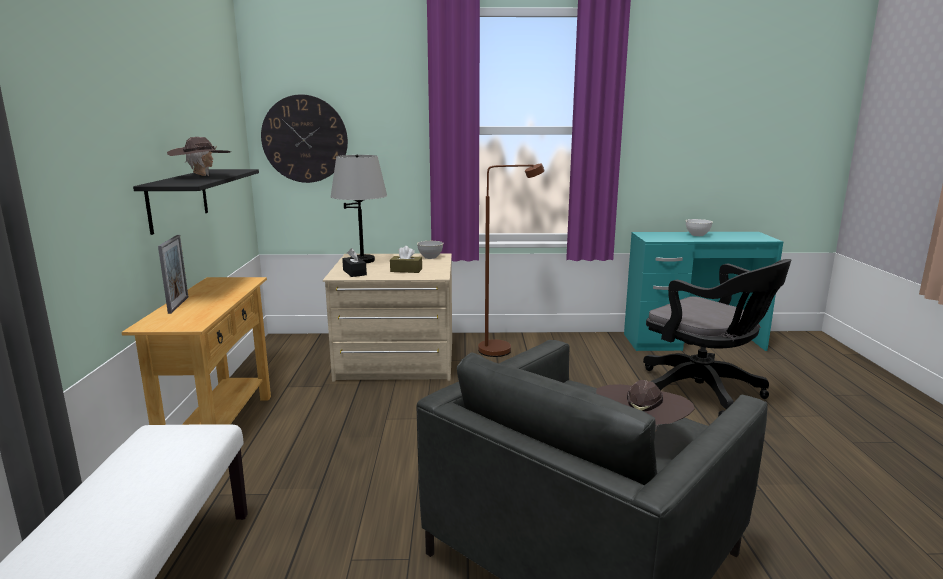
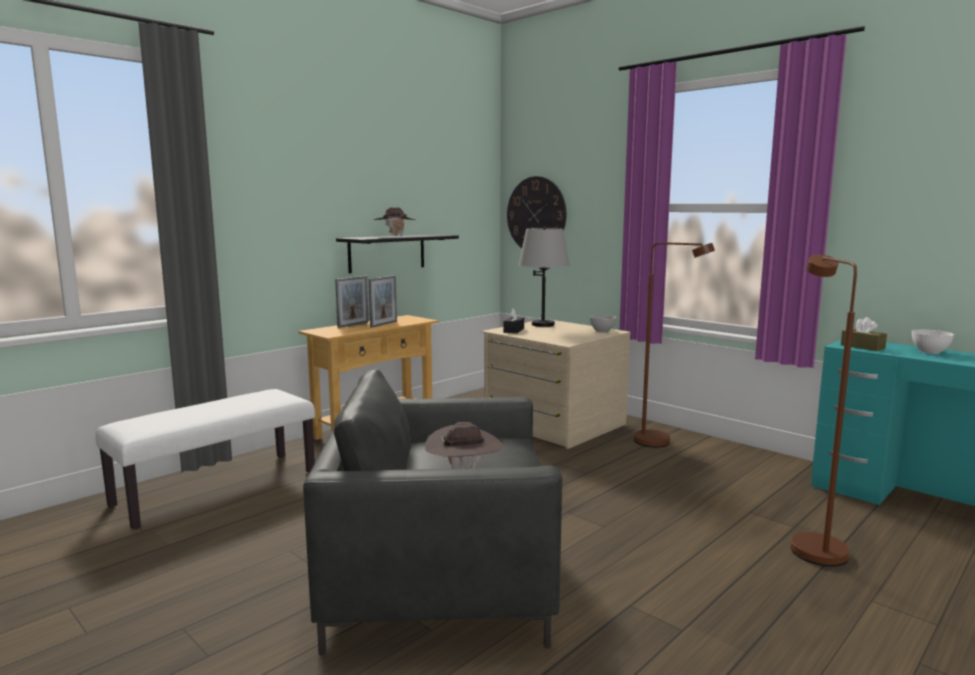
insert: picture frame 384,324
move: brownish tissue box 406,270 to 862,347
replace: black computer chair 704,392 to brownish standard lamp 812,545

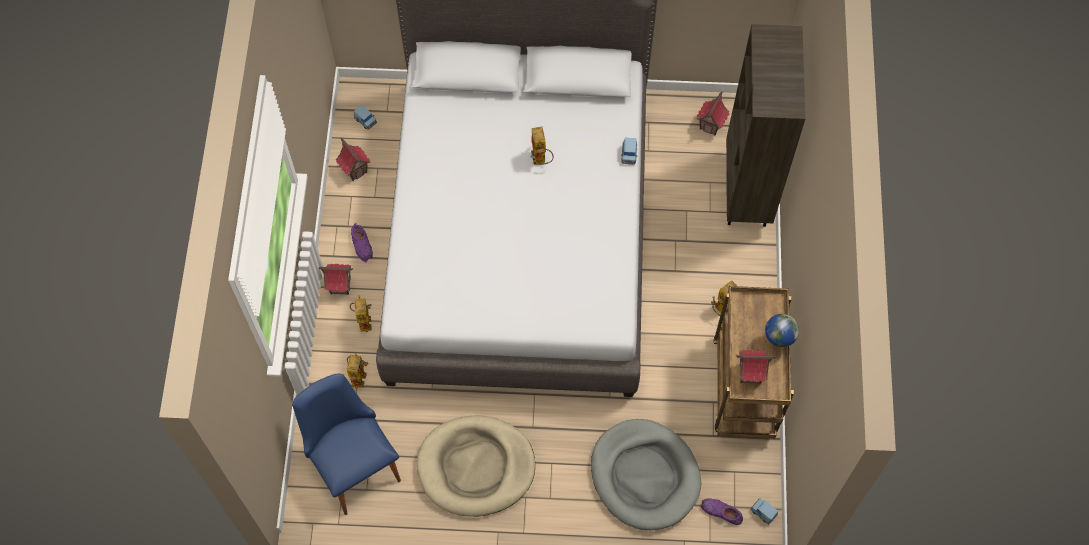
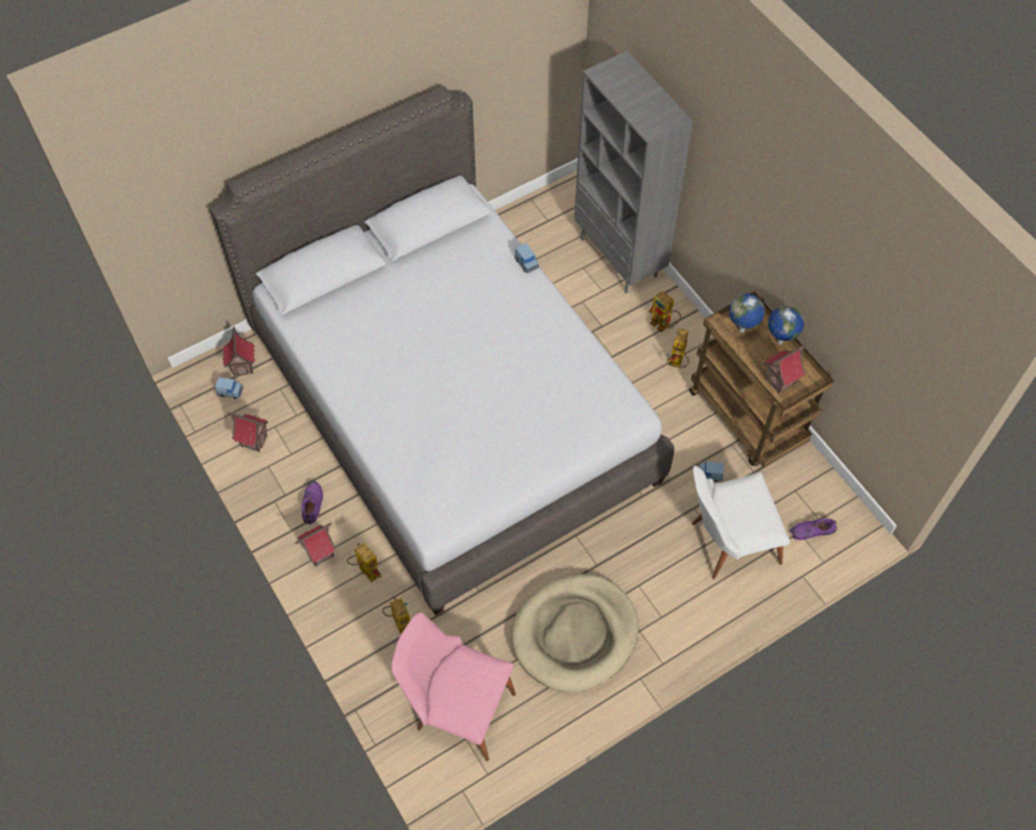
insert: globe 742,330
move: model robot 540,160 to 663,325; miniature house 711,126 to 243,366; blue miniature car 763,512 to 709,474
replace: greyish dog bed 645,476 to white upright chair 726,543
recolor: blue upright chair 353,462 to pink upright chair 457,707; brownish shelving unit 747,192 to greyish shelving unit 620,257
rotate: purple item of footwear 362,245 = 312,503 120 degrees counterclockwise

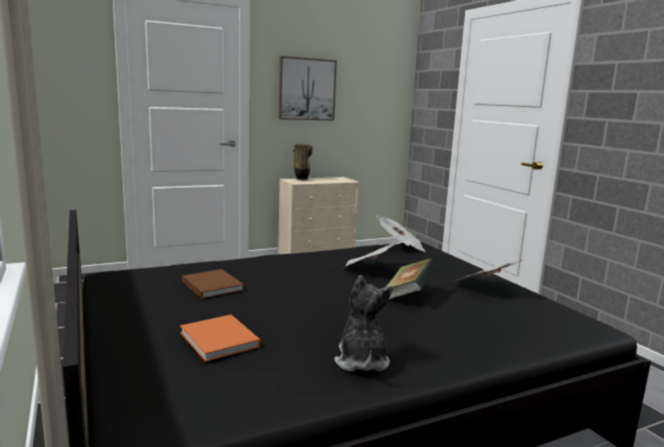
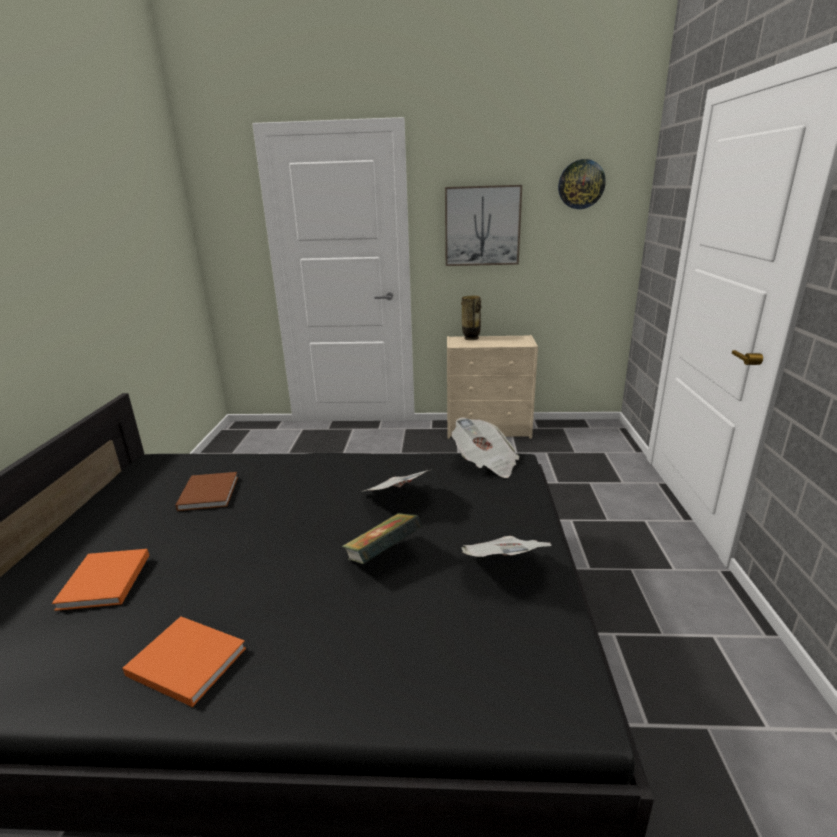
insert: clock on the wall 581,184
replace: plush toy 361,361 to orange-coloured book 184,660

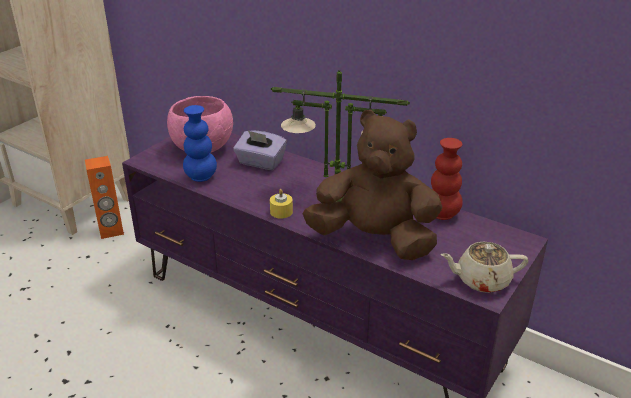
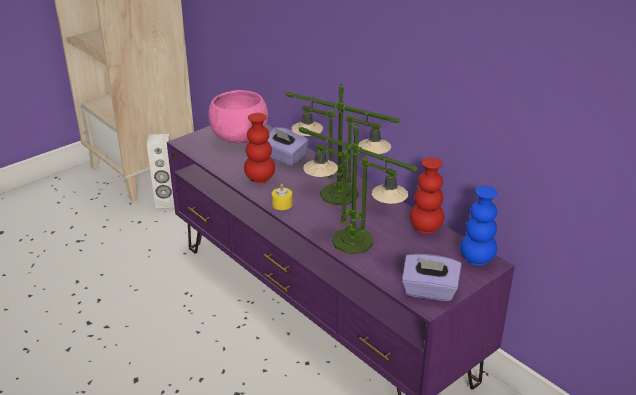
insert: red-coloured flower vase 260,179
move: blue flower vase 201,177 to 476,259
replace: brownish plush toy 374,240 to tabletop lamp 351,241; beige tea pot 481,280 to purple tissue box 429,291
recolor: orange-coloured audio speaker 111,231 to white audio speaker 166,202

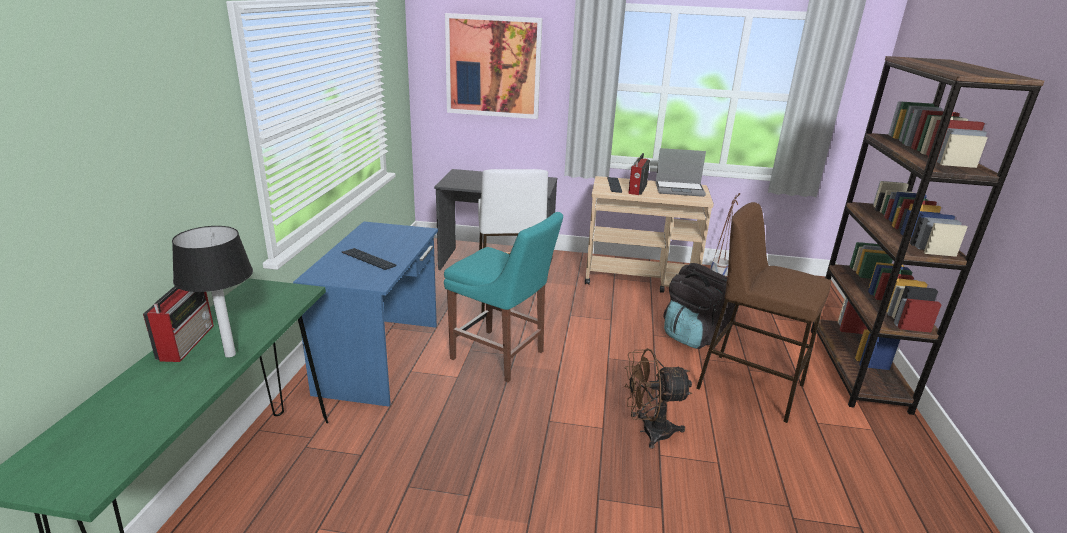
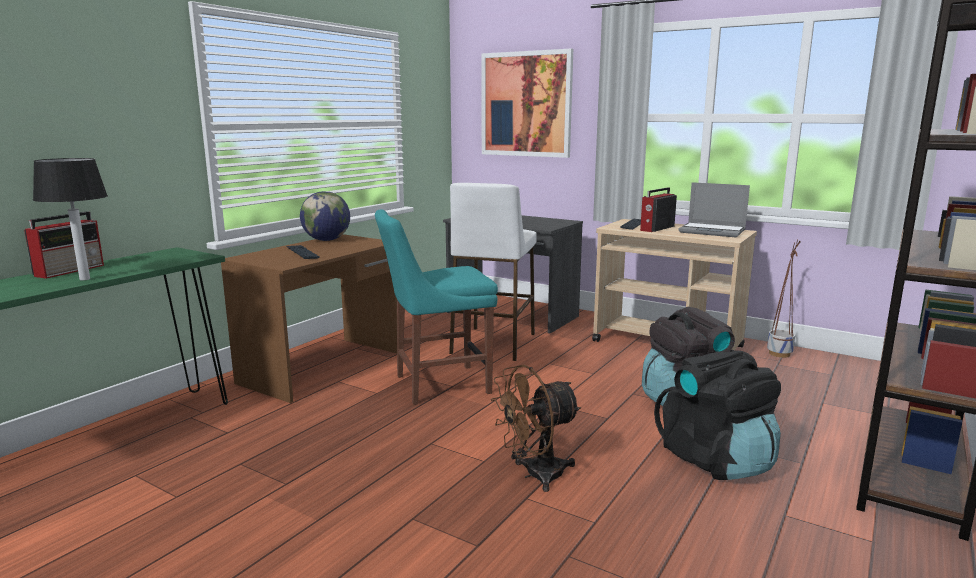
insert: globe 326,240
replace: brownish sitting stool 749,386 to black knapsack 716,460
recolor: blue desk 381,357 to brownish desk 323,367
rotate: turquoise-coloured upright chair 501,357 = 437,384 105 degrees clockwise; brownish fan 649,431 = 535,475 45 degrees counterclockwise

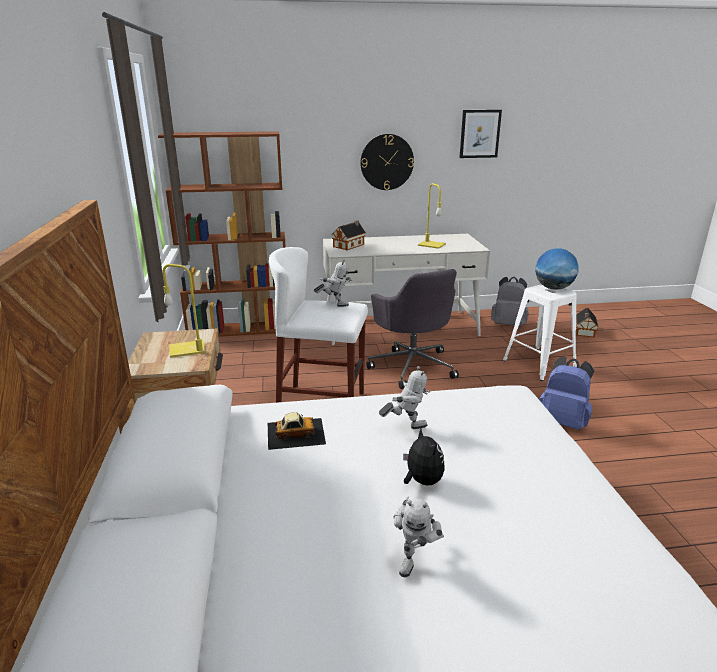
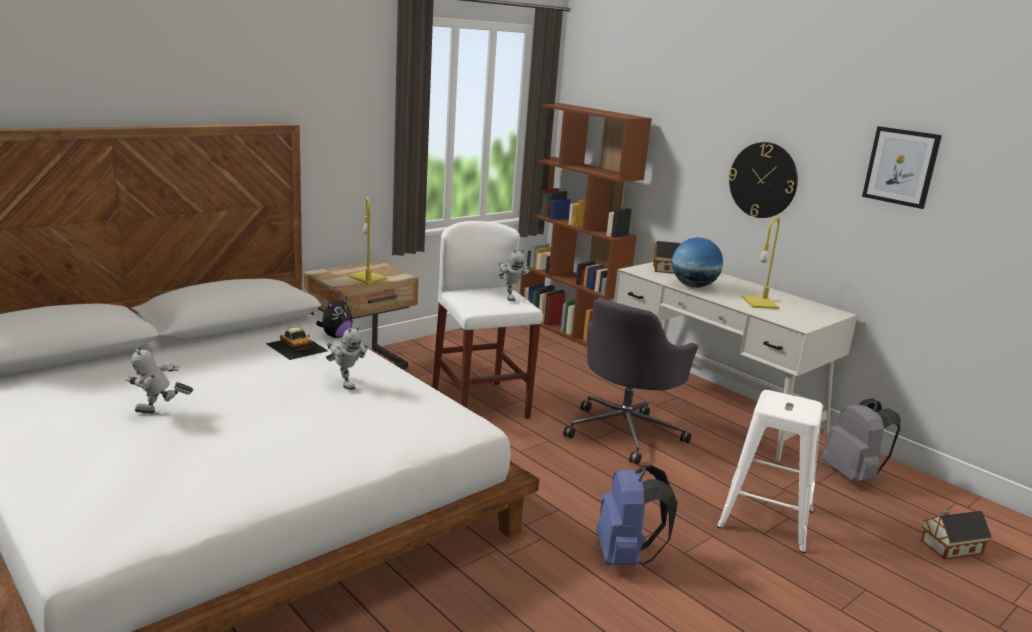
move: plush toy 422,481 to 335,336; globe 553,288 to 693,286

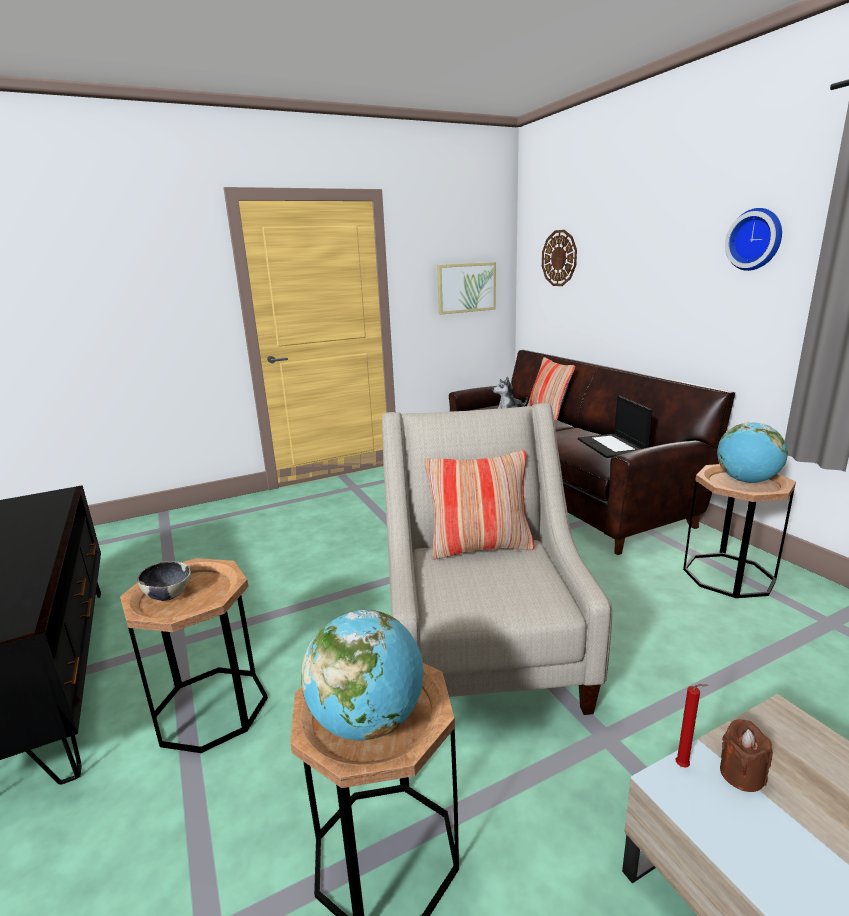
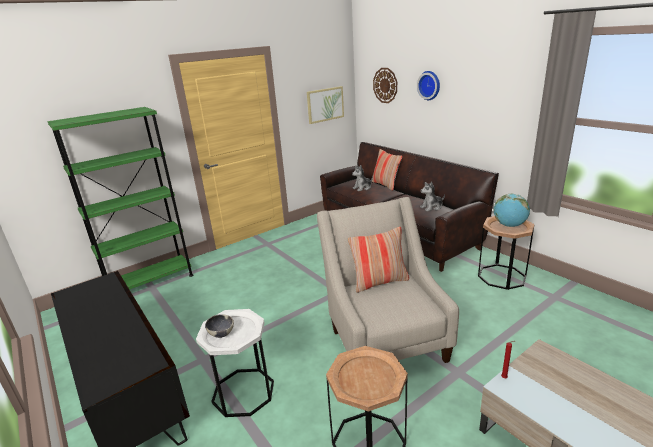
delete: globe 368,720; brownish wax light 741,774
insert: greenish shelving unit 150,283
move: clock on the wall 756,239 to 430,85
replace: laptop 612,446 to plush toy 431,207
recolor: brownish side table 210,707 to white side table 243,392

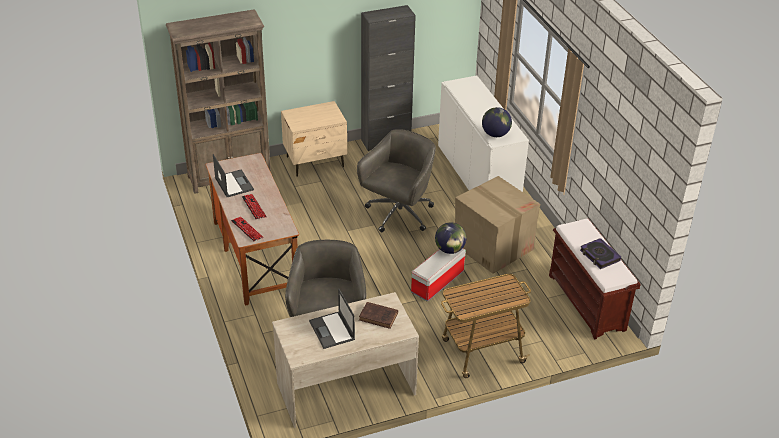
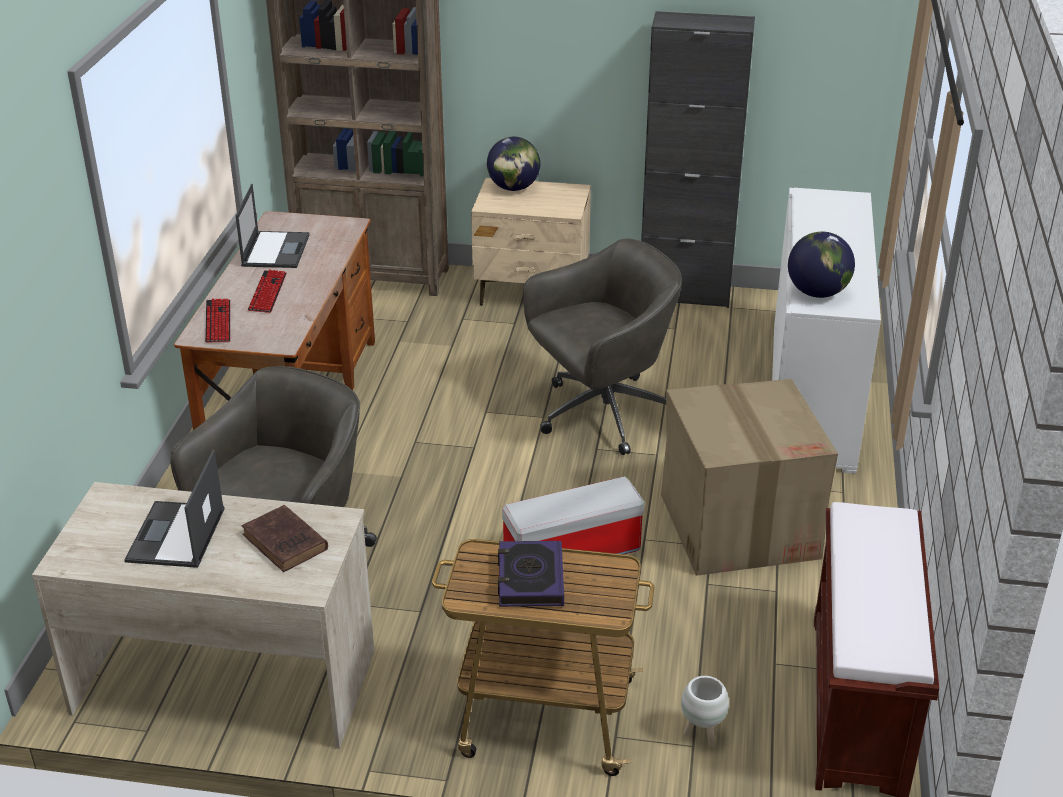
insert: white plant pot 702,734
move: globe 450,250 to 513,188; book 599,256 to 530,579

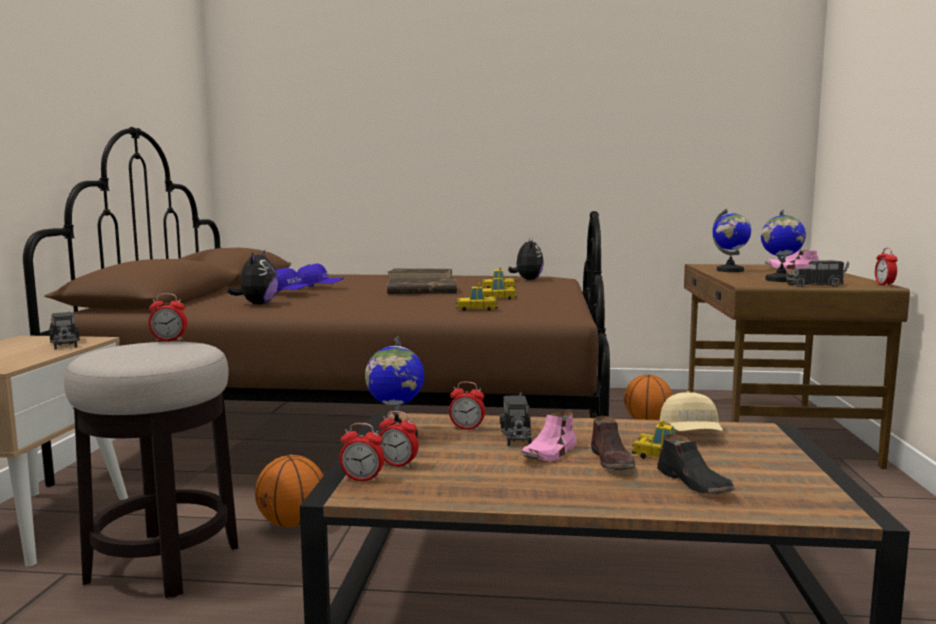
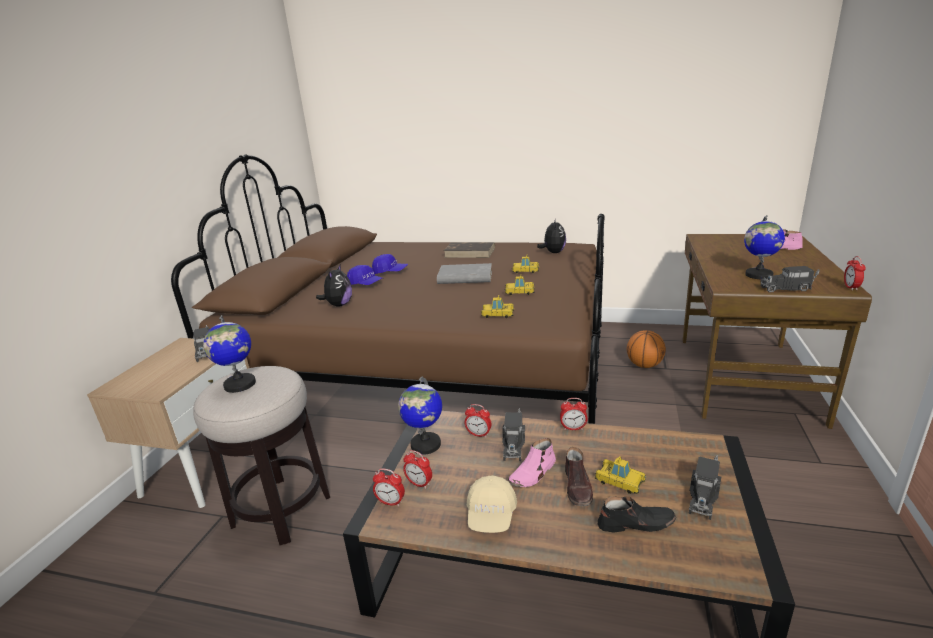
delete: basketball 292,523
insert: model truck 703,496
move: bedside clock 169,340 to 573,428; beige cap 691,432 to 491,516; globe 730,271 to 239,384
recolor: brownish book 421,291 to greyish book 464,277
rotate: black item of footwear 695,483 = 635,523 75 degrees counterclockwise

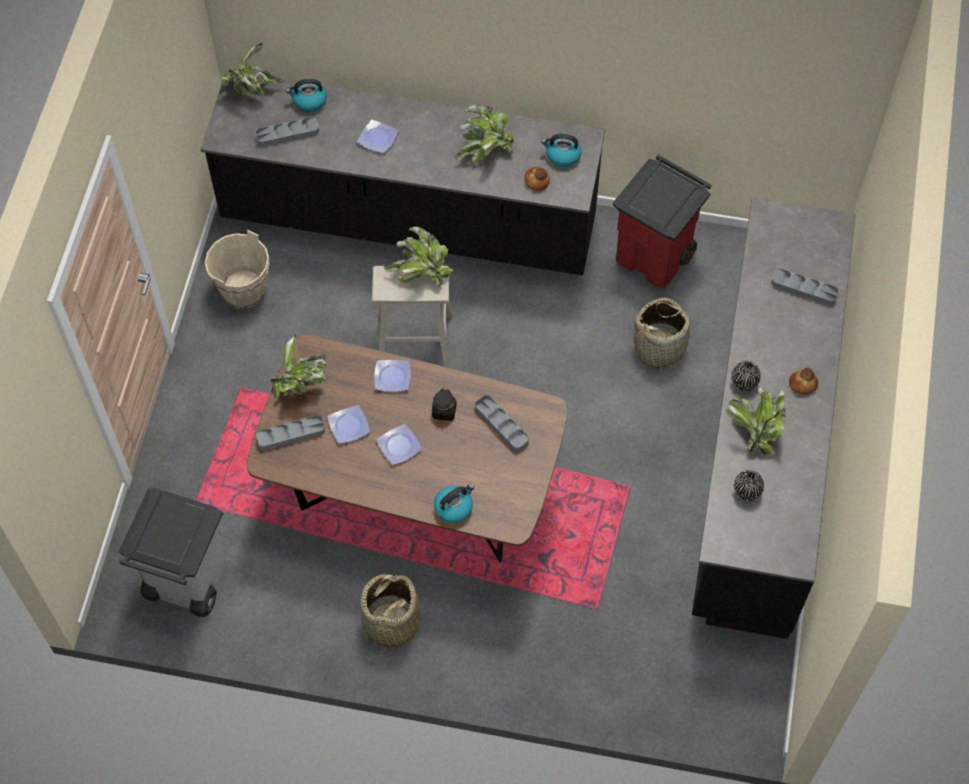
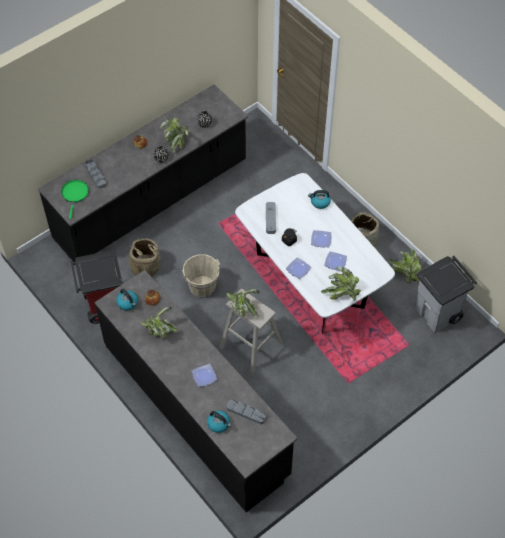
delete: greyish tray 291,434
insert: greenish pan 75,194
move: beige bucket 244,291 to 202,287; potted plant 250,90 to 404,272
recolor: brownish dining table 414,494 to white dining table 309,281

